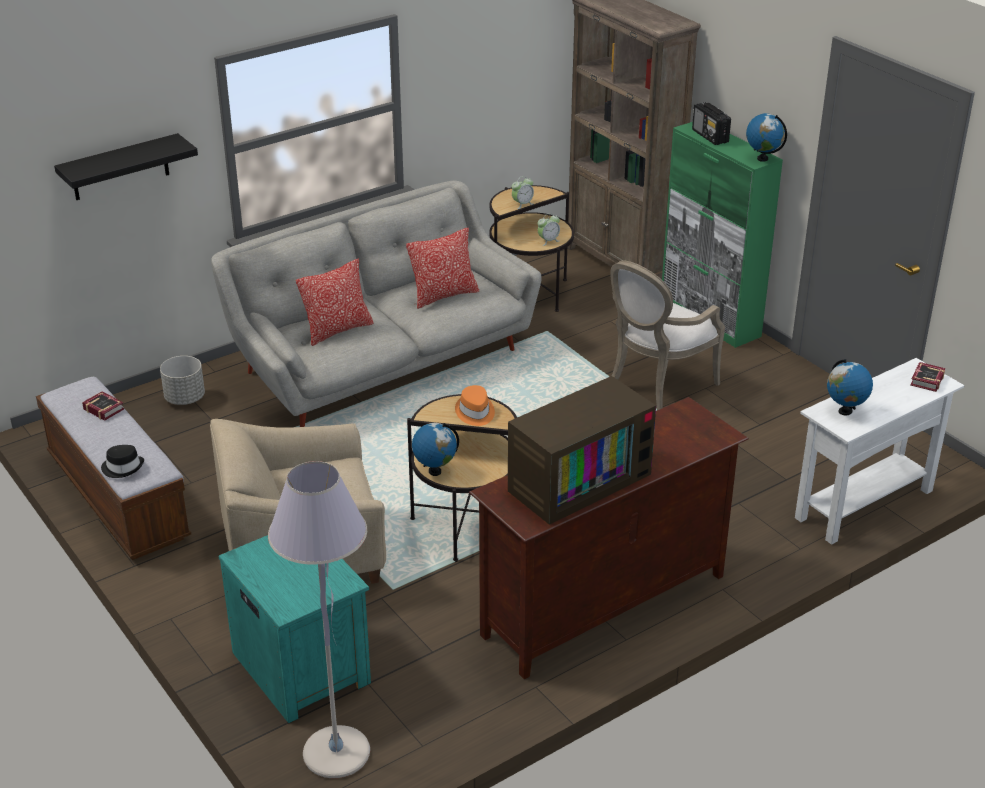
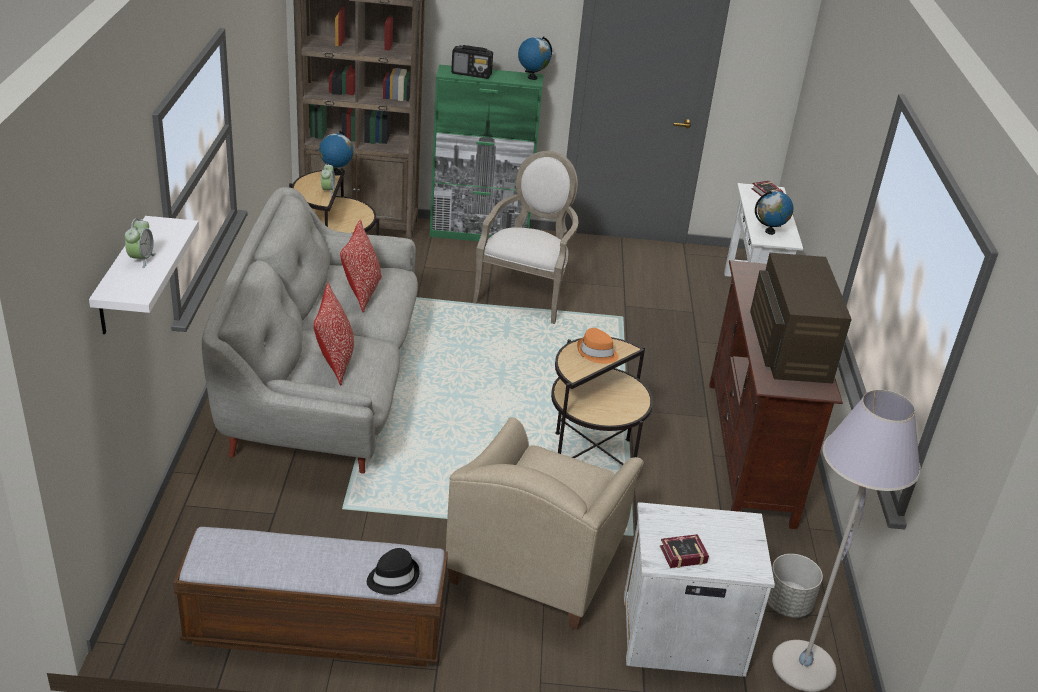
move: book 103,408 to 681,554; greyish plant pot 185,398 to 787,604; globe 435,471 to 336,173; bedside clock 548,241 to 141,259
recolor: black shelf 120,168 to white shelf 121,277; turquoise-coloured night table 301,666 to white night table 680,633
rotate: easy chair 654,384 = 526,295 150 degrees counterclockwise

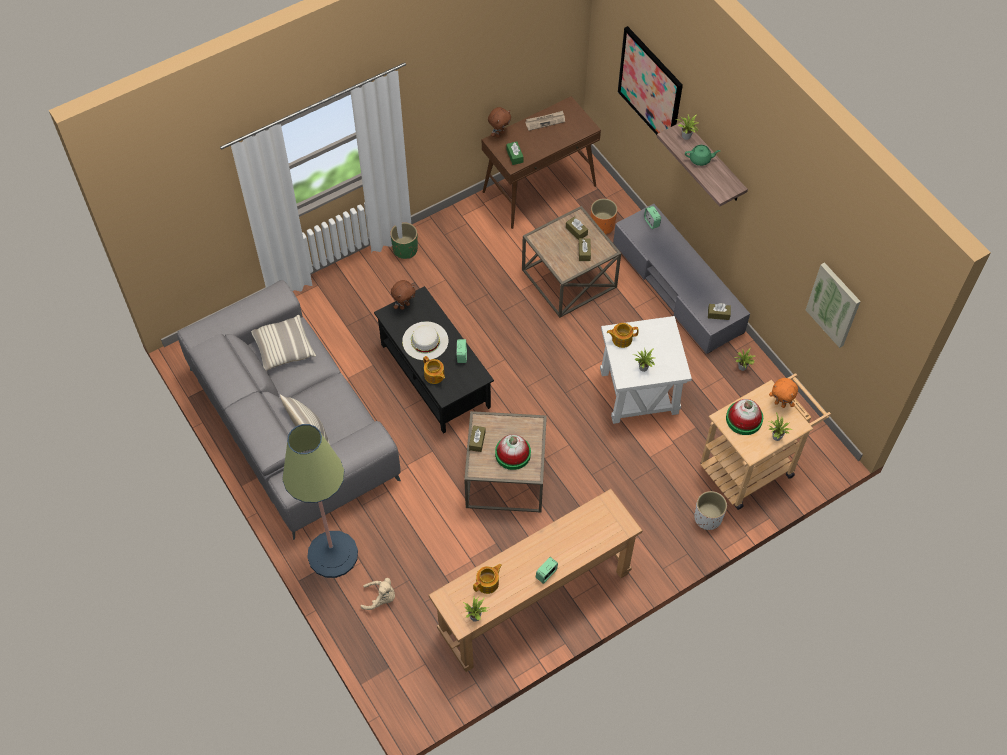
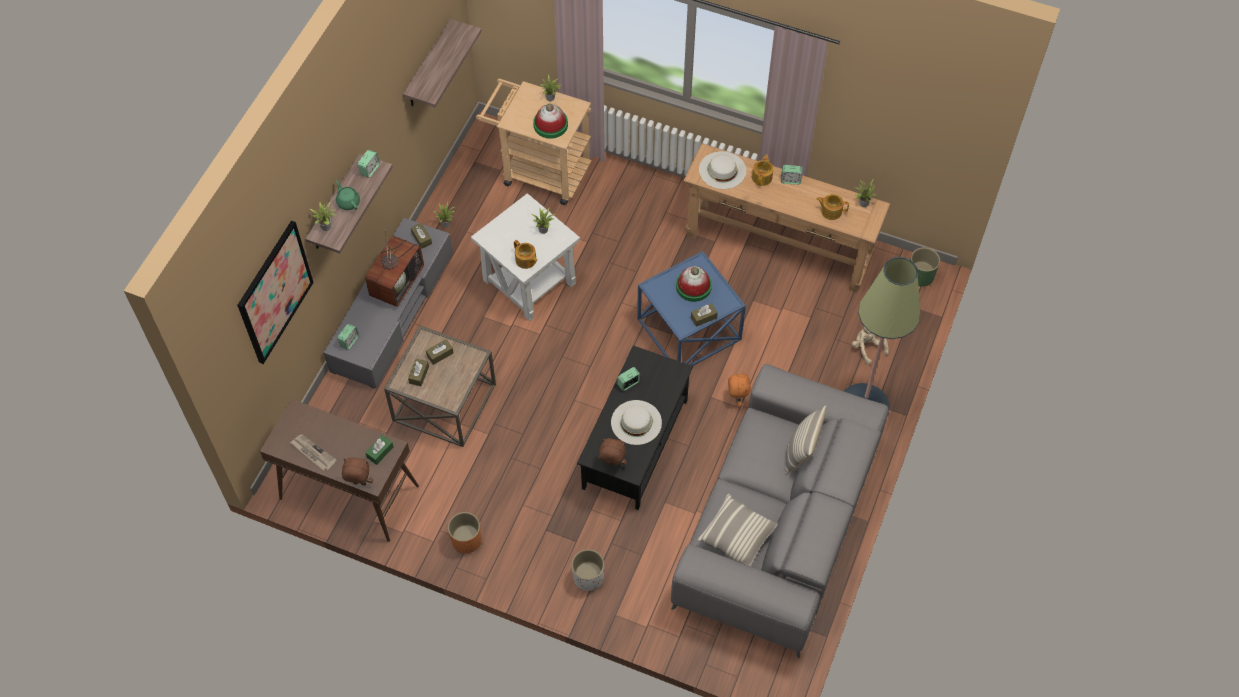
insert: bedside clock 370,169; TV 396,281; white clothing hat 722,170
move: greenish plant pot 405,249 to 920,276; tea pot 434,376 to 762,177; orange-coloured plant pot 602,226 to 466,540; white plant pot 707,518 to 588,577; orange-coloured plush toy 780,404 to 737,398
replace: wall picture 834,304 to shelf 428,65
recolor: brownish side table 505,477 to blue side table 690,329

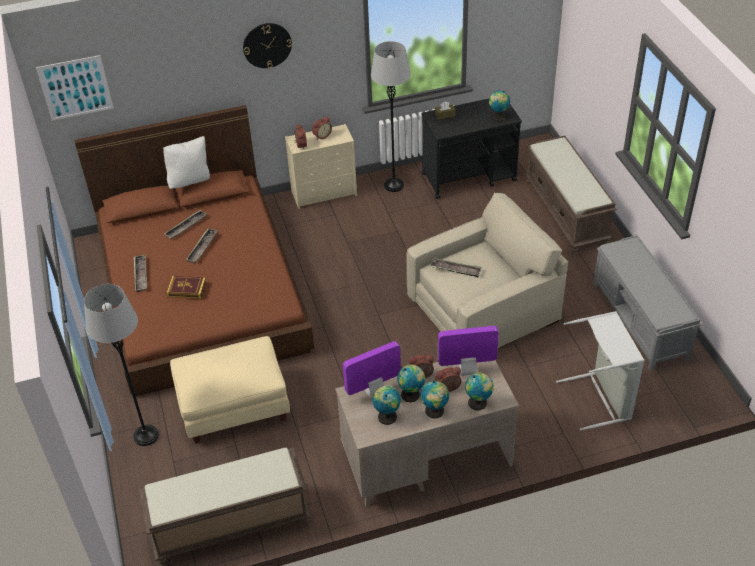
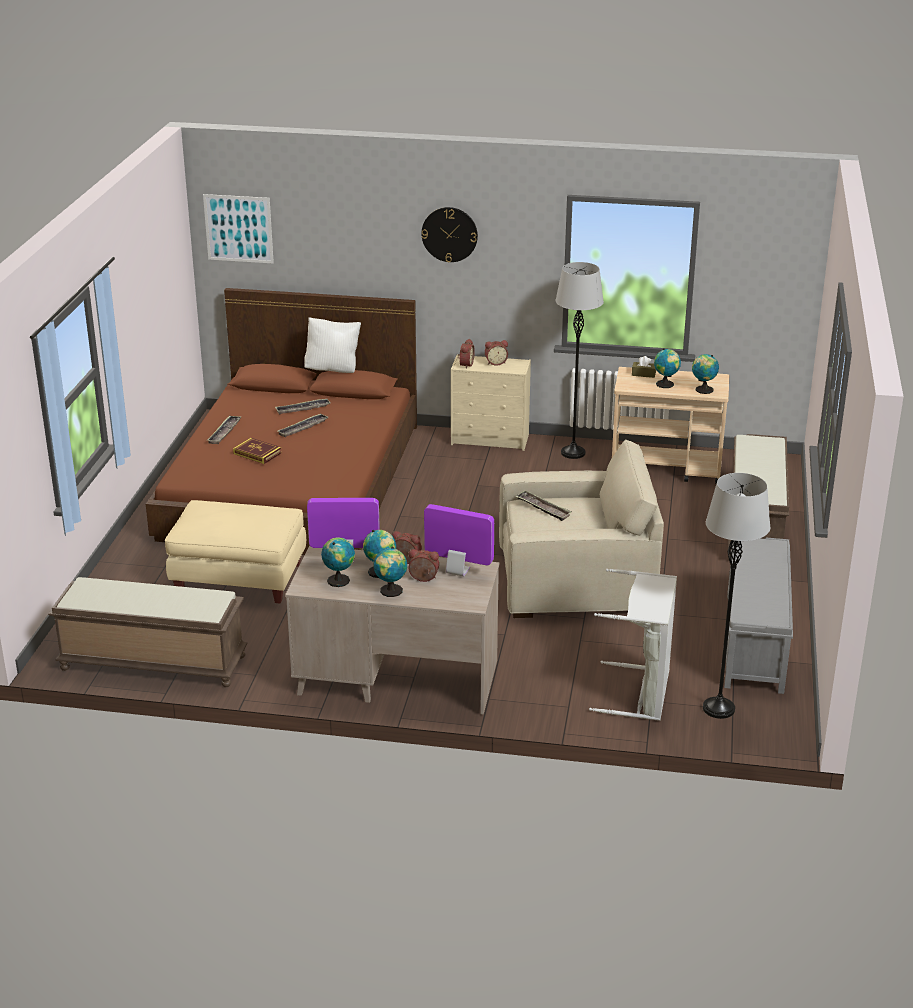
move: greyish standard lamp 146,436 to 718,708; globe 478,403 to 666,384
recolor: black cart 469,177 to beige cart 667,468

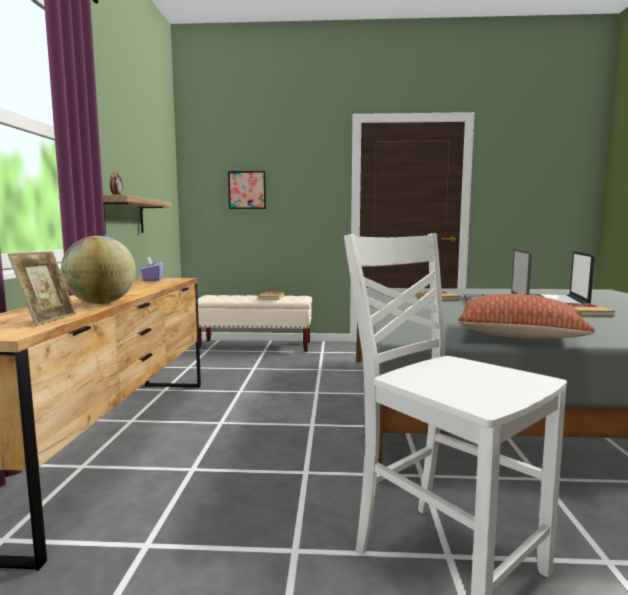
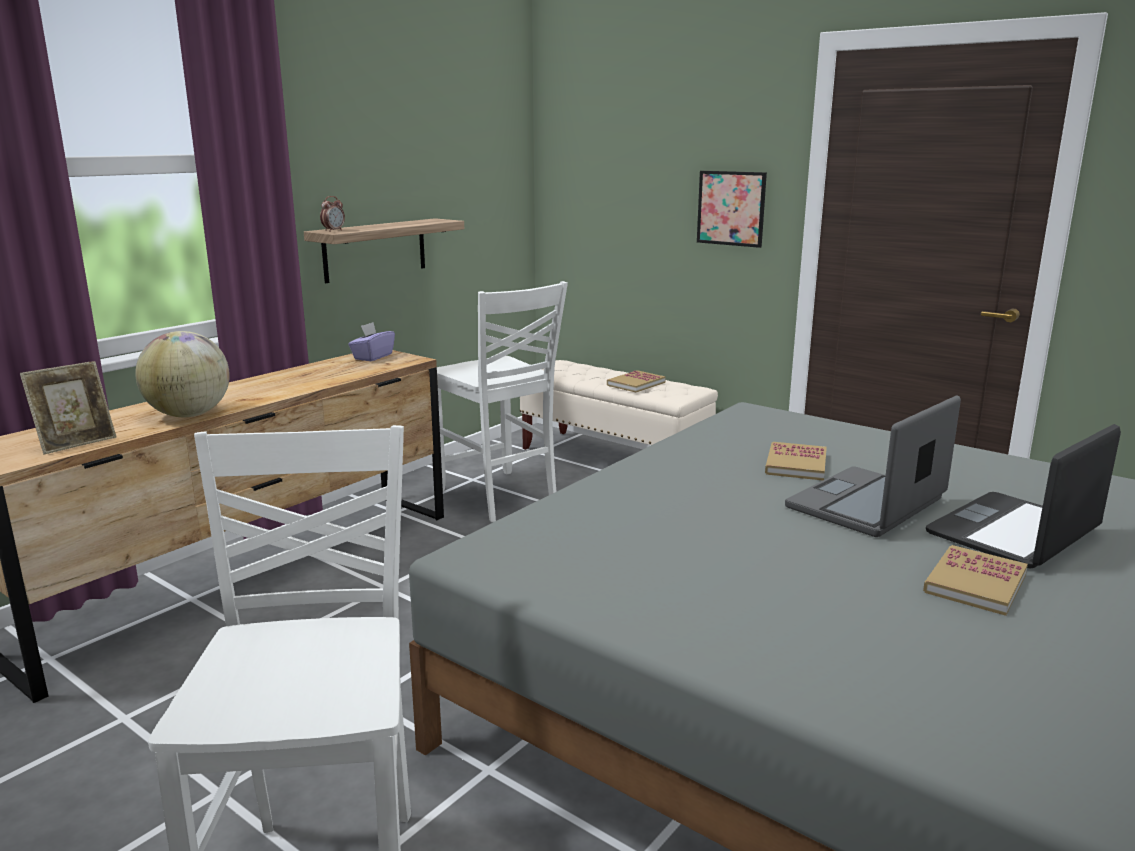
delete: throw pillow 519,335
insert: white upright chair 498,497
move: wall picture 247,190 to 731,208

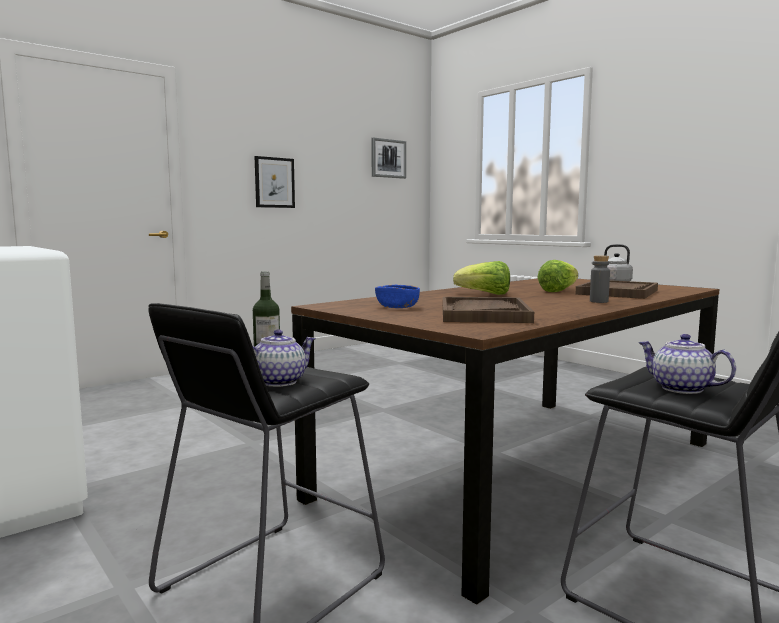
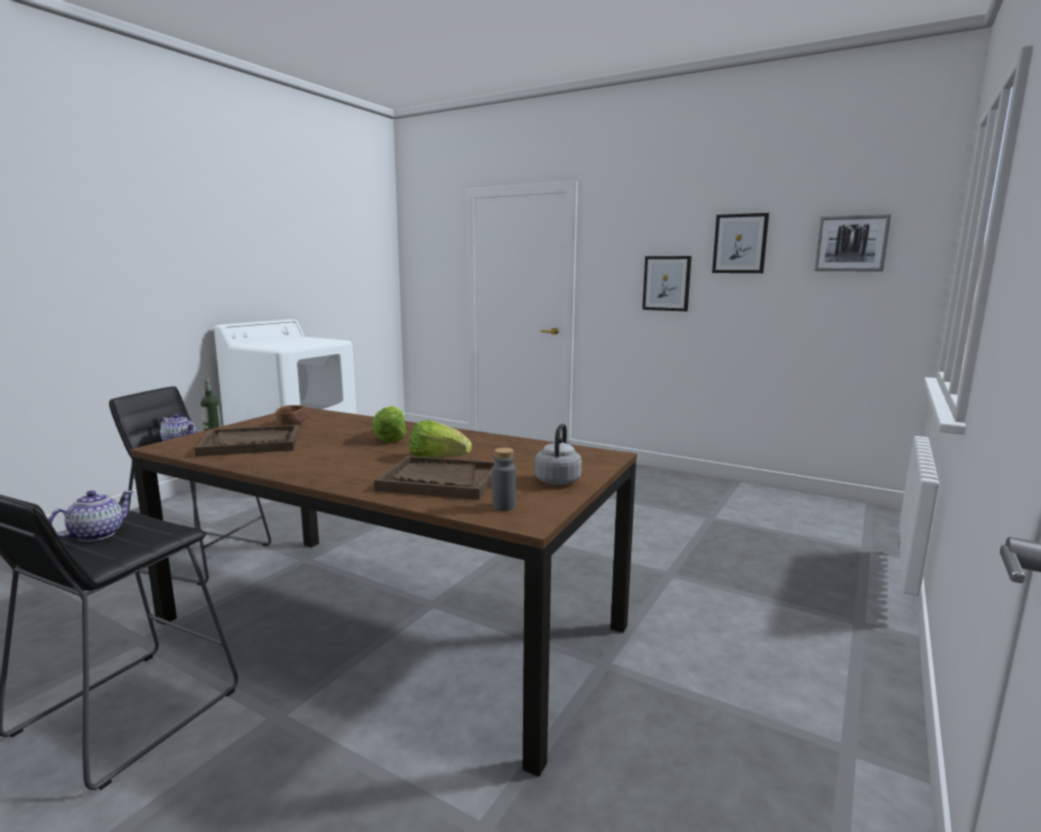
insert: wall picture 740,243
move: greyish beverage bottle 598,301 to 504,506
recolor: blue bowl 397,307 to brownish bowl 292,424

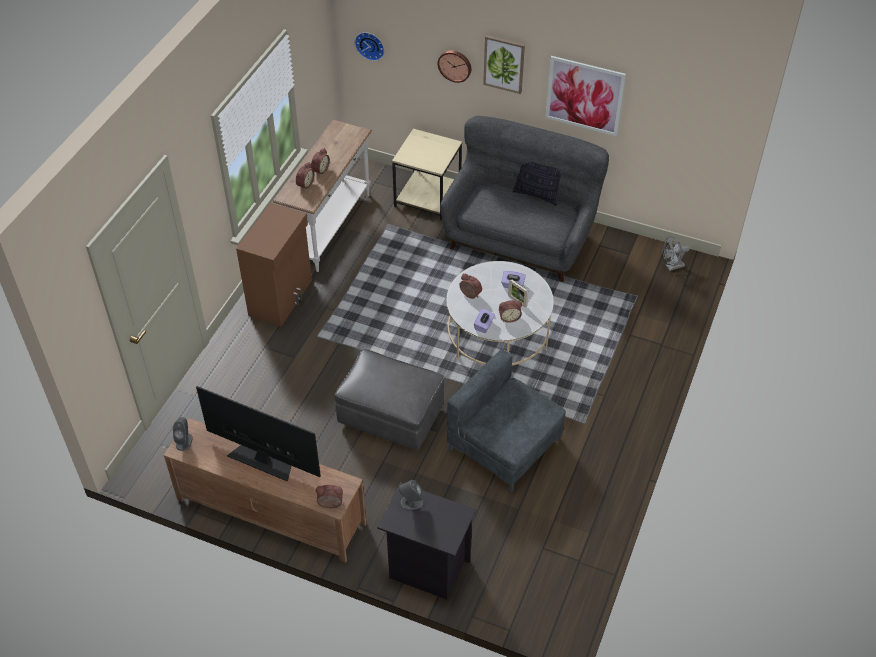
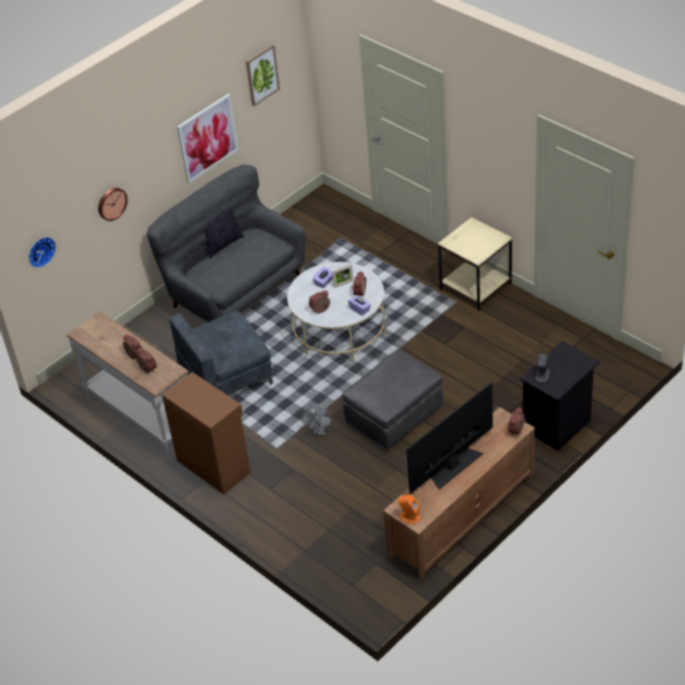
move: beige side table 428,197 to 475,285; greyish easy chair 505,446 to 227,376; wall picture 504,64 to 261,74; greyish fan 672,266 to 319,431
recolor: greyish audio speaker 184,441 to orange-coloured audio speaker 409,517

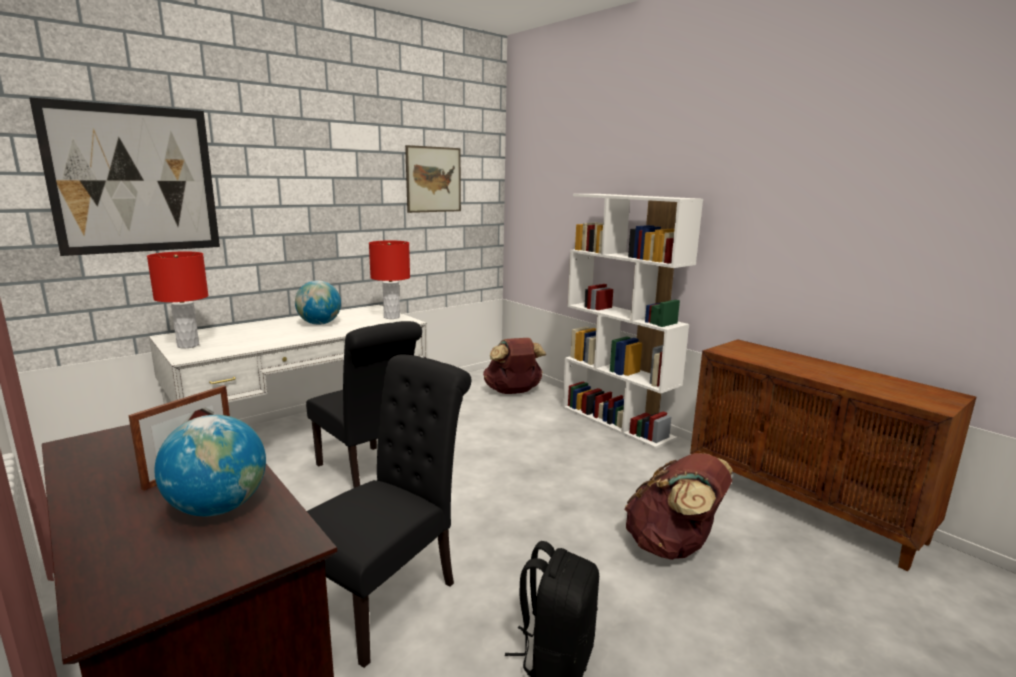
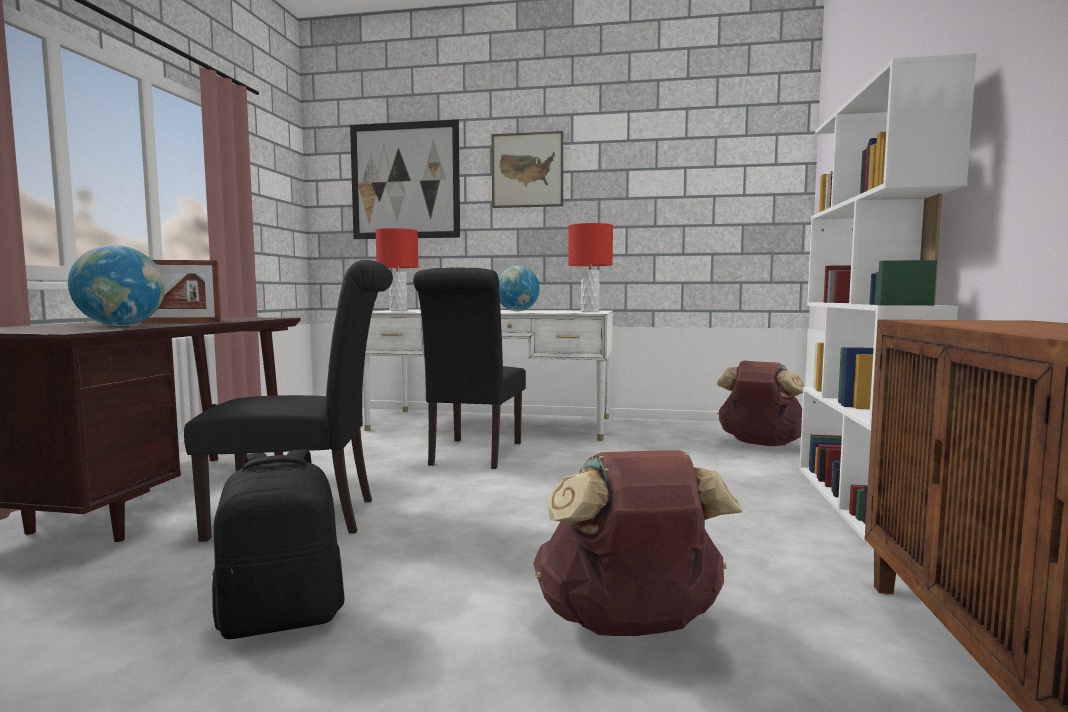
move: wall picture 433,179 to 527,170

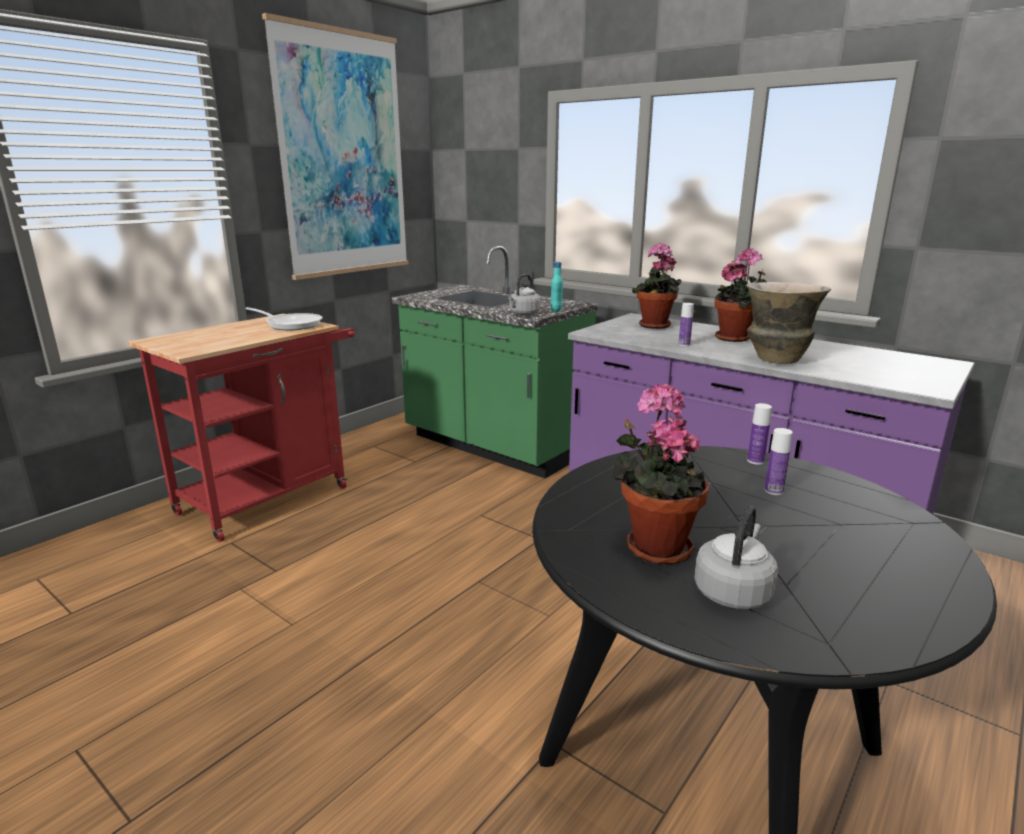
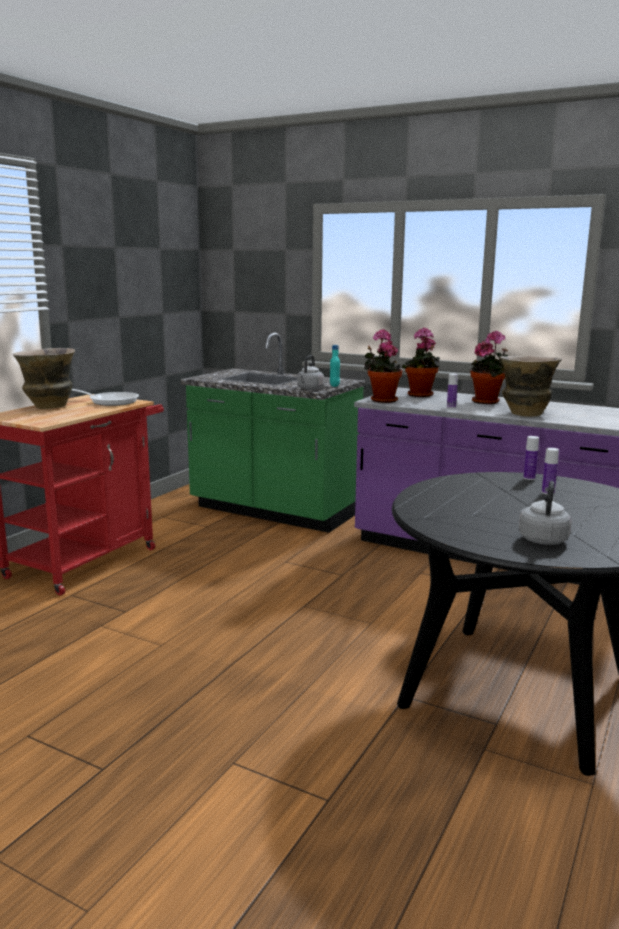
delete: wall picture 343,156
insert: flower vase 49,407
move: potted plant 654,546 to 382,400

